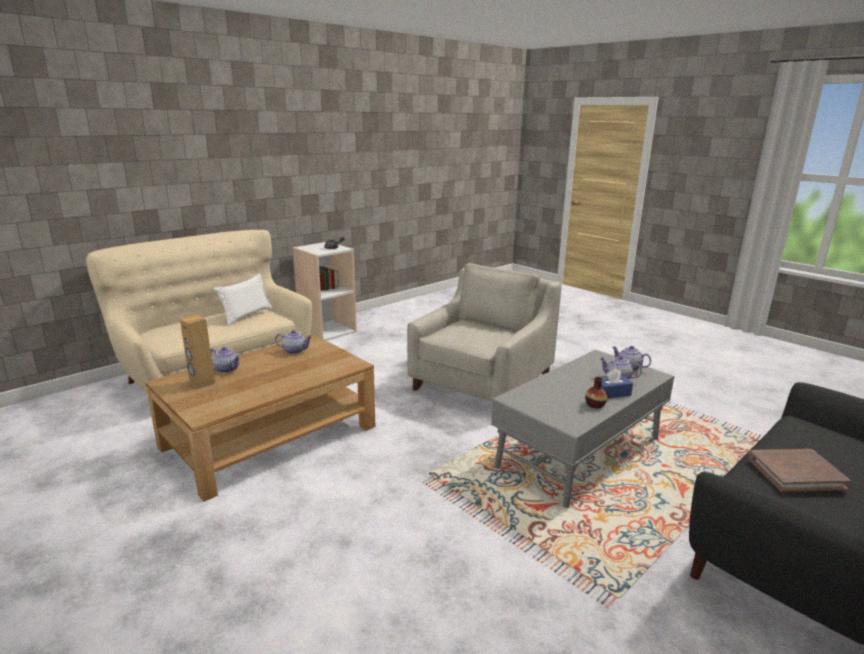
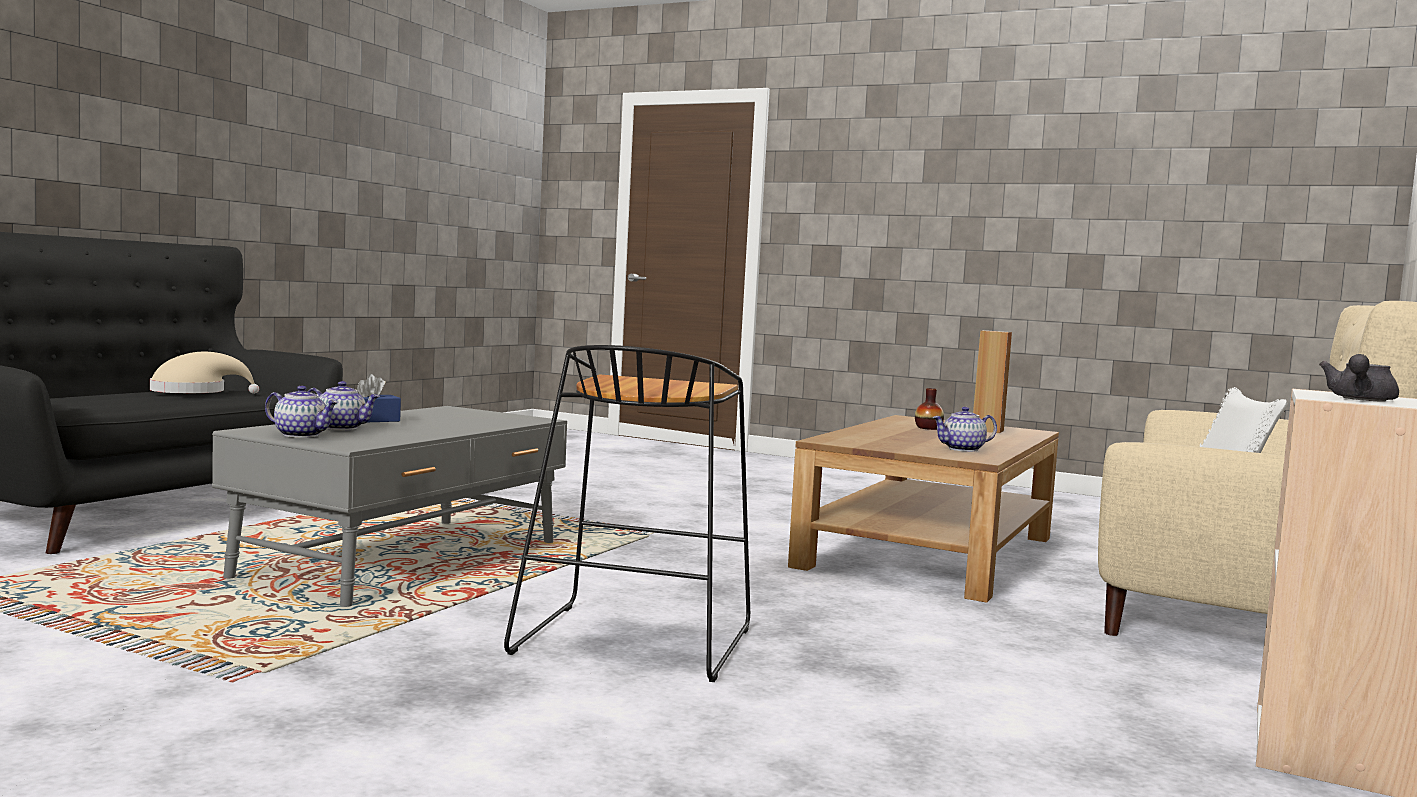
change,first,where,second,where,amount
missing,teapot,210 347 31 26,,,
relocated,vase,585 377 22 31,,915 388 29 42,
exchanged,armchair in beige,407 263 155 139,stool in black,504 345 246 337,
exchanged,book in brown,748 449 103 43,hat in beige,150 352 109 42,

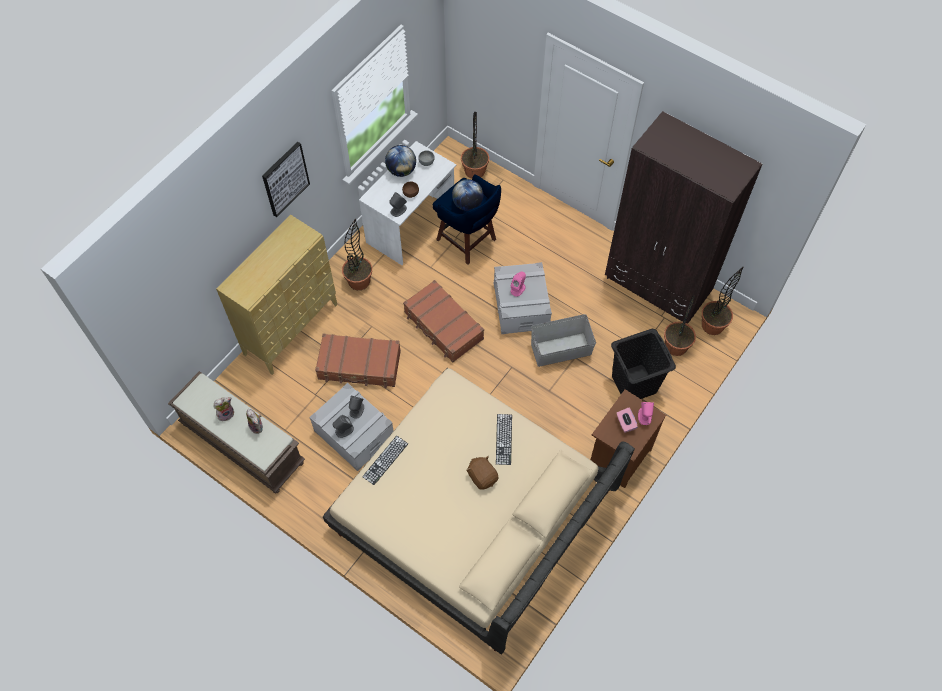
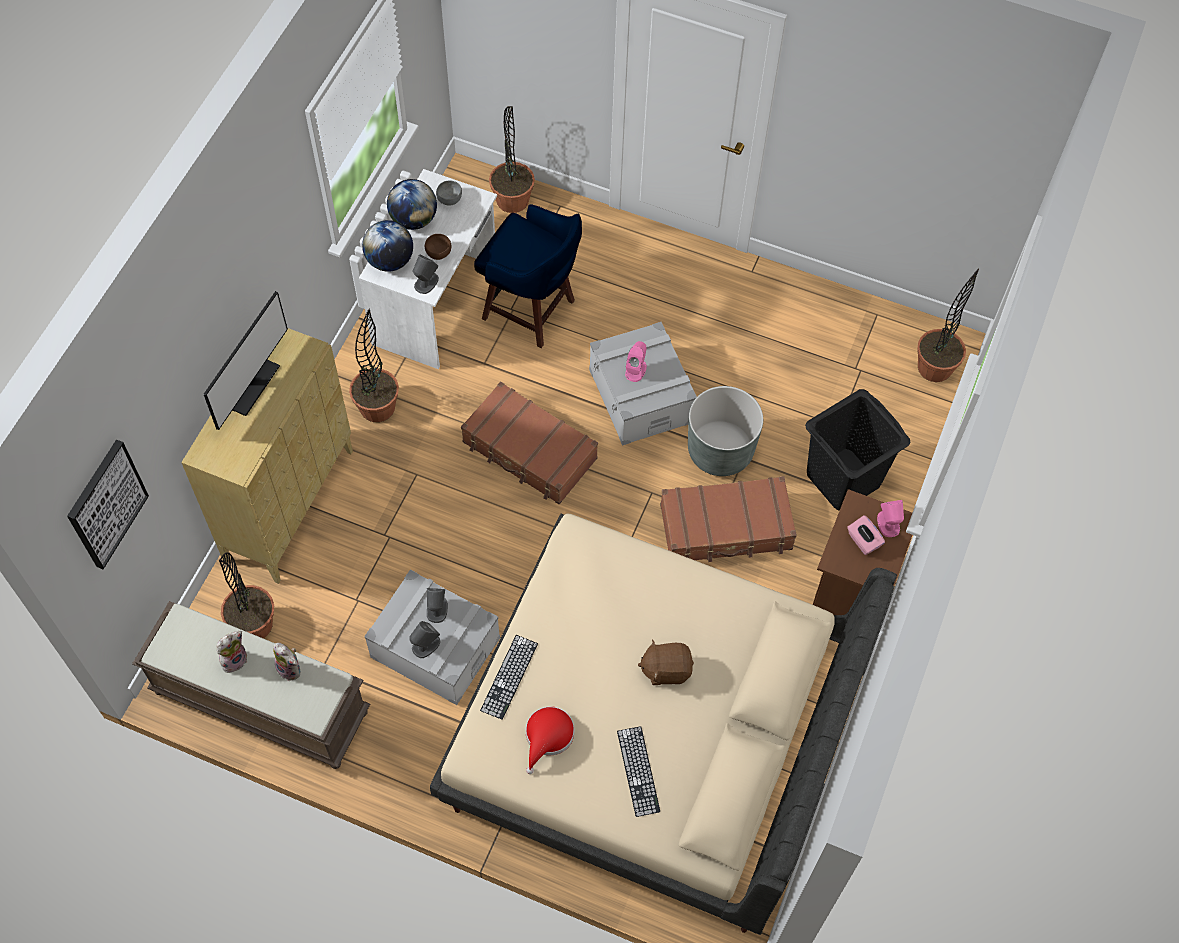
change,first,where,second,where,amount
missing,wardrobe in brown,605 111 157 213,,,
appeared,,,monitor,203 291 85 139,
appeared,,,hat in red,526 706 48 68,
relocated,picture,262 142 48 75,,67 439 82 130,
relocated,suitcase in brown,315 334 86 54,,660 476 137 86,
relocated,globe,452 179 31 32,,362 220 51 52,
relocated,keyboard,496 414 16 51,,617 726 43 91,
relocated,potted plant,664 295 32 61,,219 552 55 86,
exchanged,storage box in grey,531 314 65 53,planter in grey,688 386 75 90,
spun,plush toy in brown,466 456 33 34,,638 640 56 45,45 degrees counterclockwise

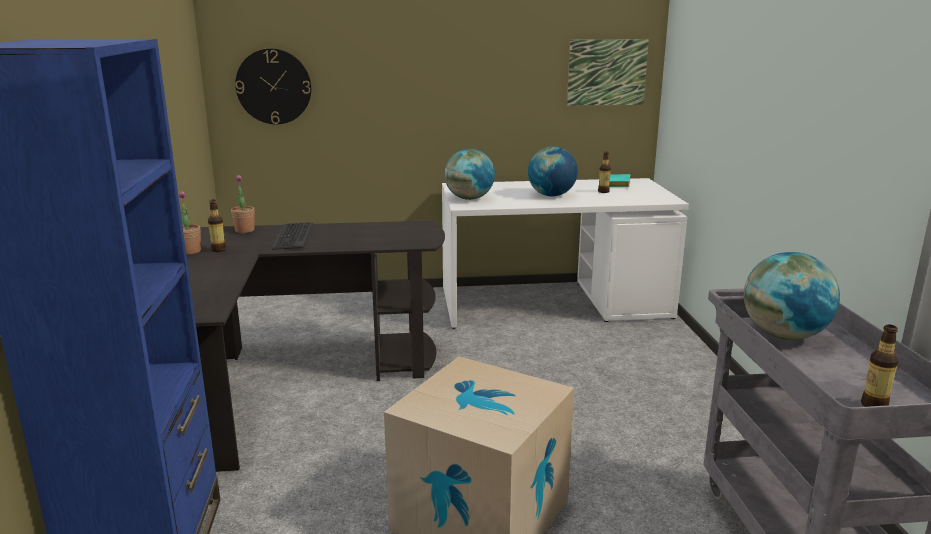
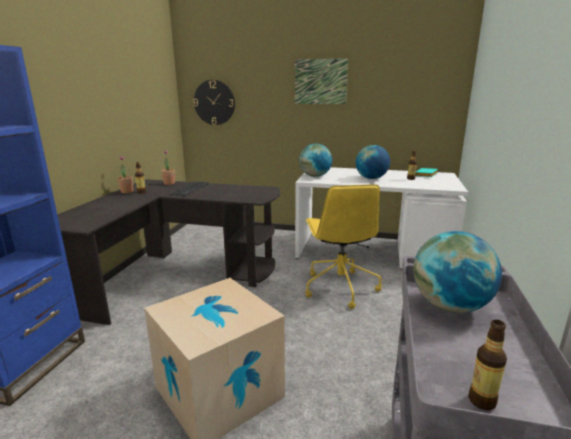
change,first,where,second,where,amount
appeared,,,office chair in yellow,305 185 77 124,
relocated,picture,567 39 82 67,,295 58 53 46,

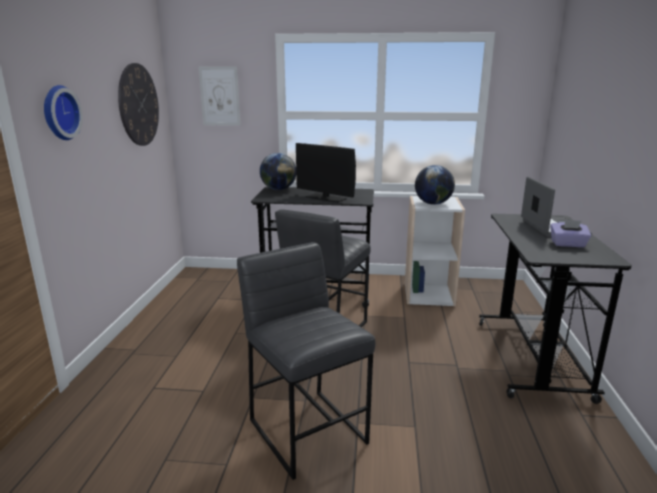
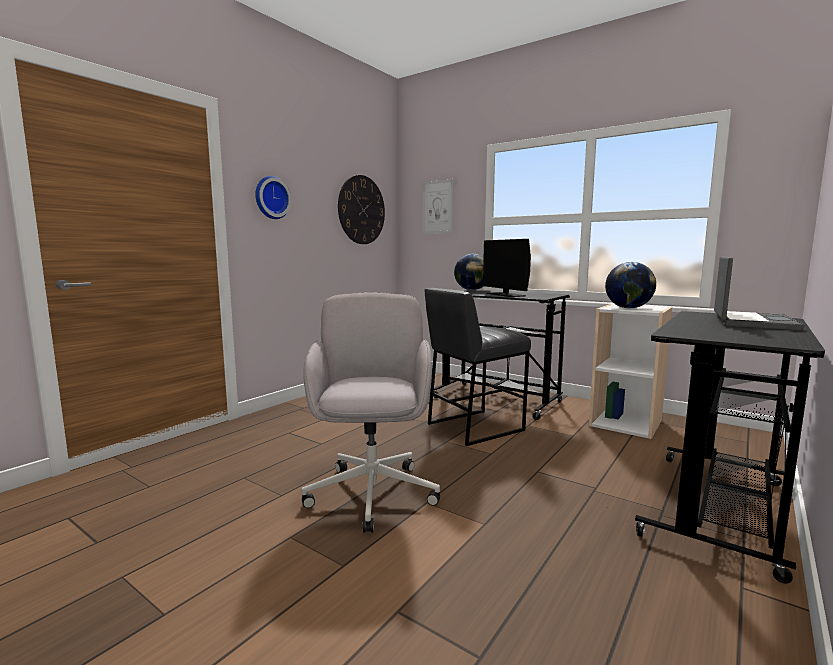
change,first,where,second,where,amount
missing,tissue box in purple,550 220 41 27,,,
exchanged,stool in grey,237 242 138 238,office chair in grey,301 292 139 241,

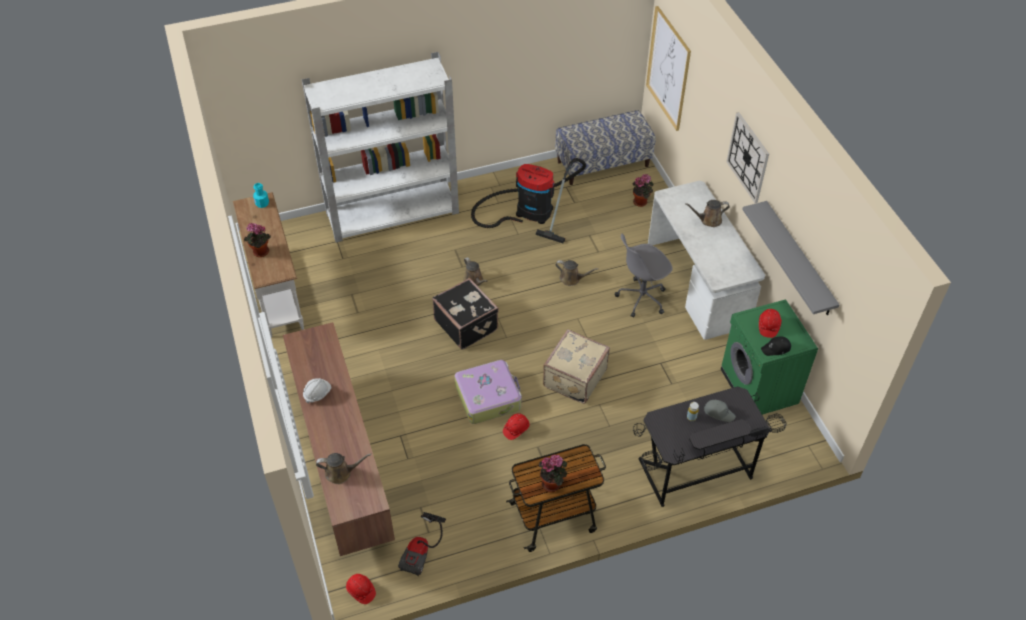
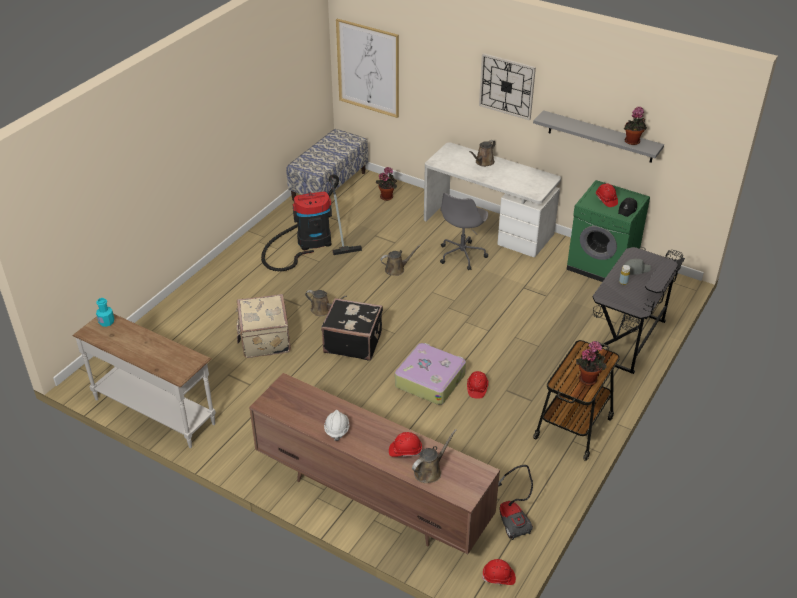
change,first,where,second,where,amount
missing,bookcase in white,302 52 157 191,,,
appeared,,,hard hat in red,389 432 33 25,
relocated,potted plant,244 223 27 34,,624 107 23 38,
relocated,suitcase in beige,543 329 67 75,,236 294 55 64,

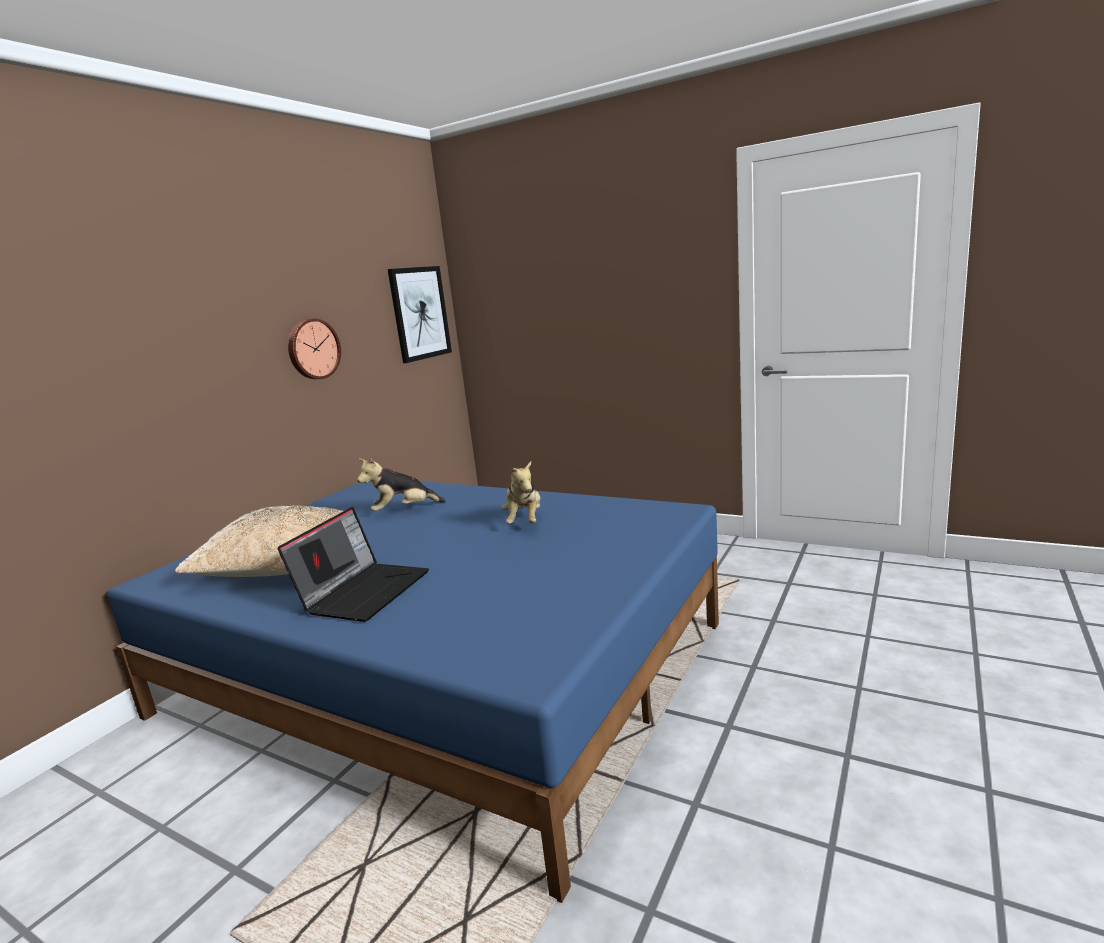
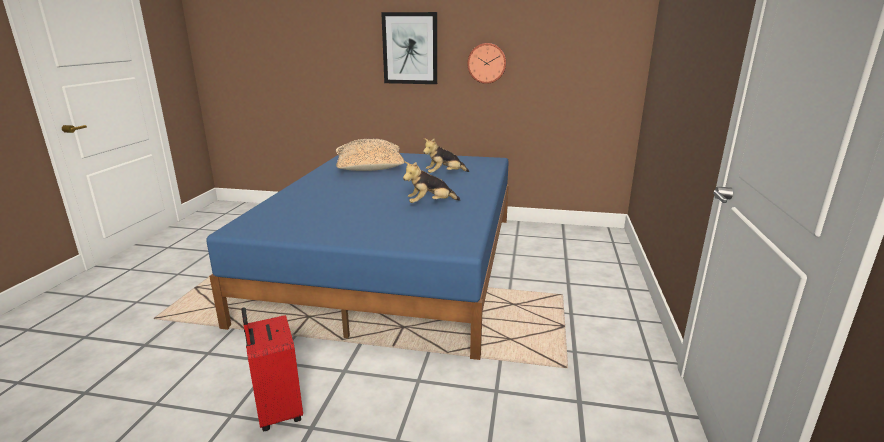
change,first,where,second,where,amount
missing,laptop,278 507 151 115,,,
appeared,,,suitcase in red,241 307 62 124,
relocated,picture,388 266 64 97,,381 12 56 72,
spun,plush toy,357 458 89 53,,423 138 46 35,75 degrees counterclockwise

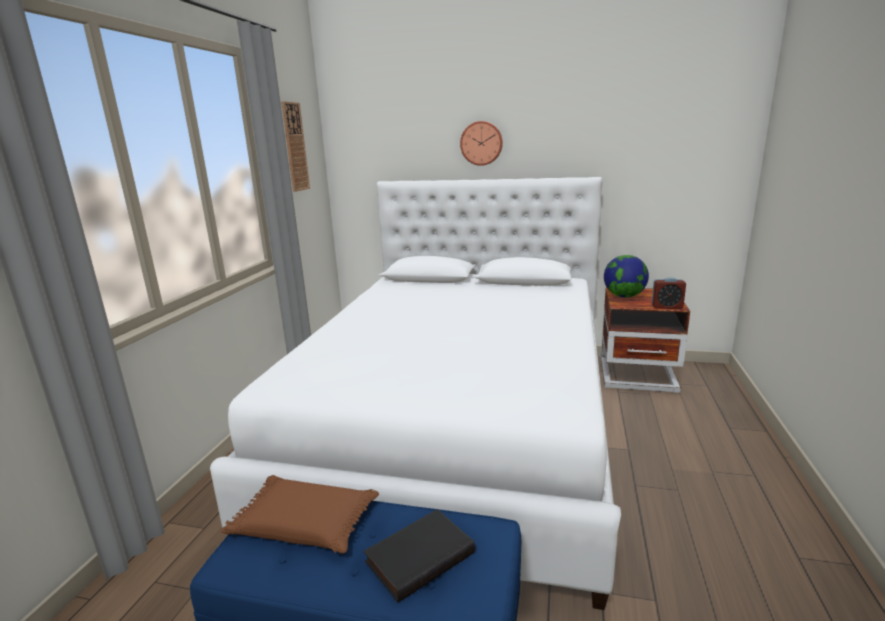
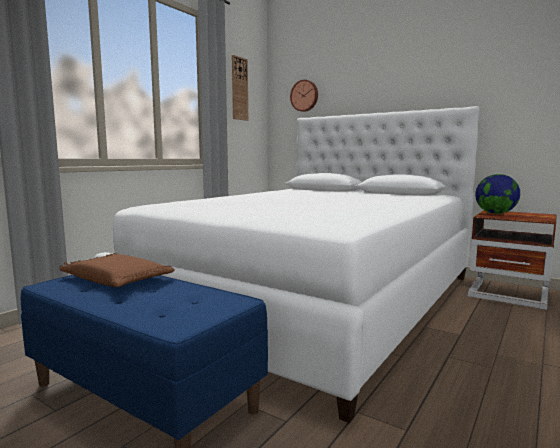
change,first,where,second,where,amount
missing,book in black,364 509 111 94,,,
missing,alarm clock,652 277 34 32,,,
relocated,wall clock,460 121 43 45,,290 80 28 32,

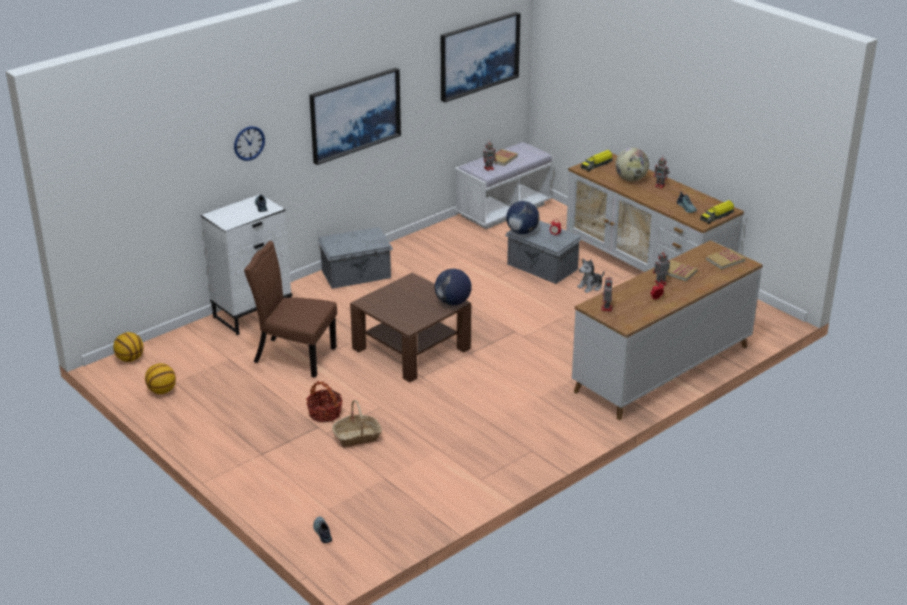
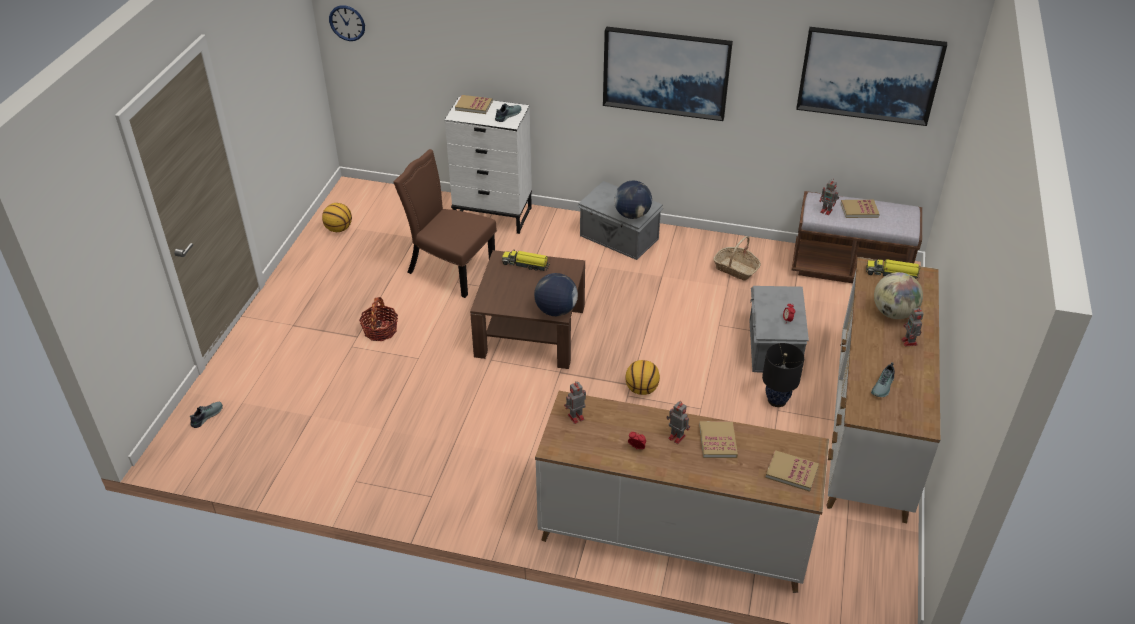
change,first,where,second,where,amount
appeared,,,book,455 95 37 19,
relocated,basketball,113 332 31 30,,625 360 35 35,
relocated,wall clock,234 126 31 35,,329 5 36 36,
relocated,basket,332 400 50 47,,713 236 48 45,
relocated,globe,506 201 34 33,,614 181 38 38,
relocated,toy truck,700 200 34 24,,502 250 48 21,
exchanged,plush toy,577 259 28 34,table lamp in black,762 343 43 64,
colour,bench in white,455 142 98 87,bench in brown,792 191 130 92,
spun,chair in brown,244 241 93 137,,393 149 104 149,45 degrees counterclockwise

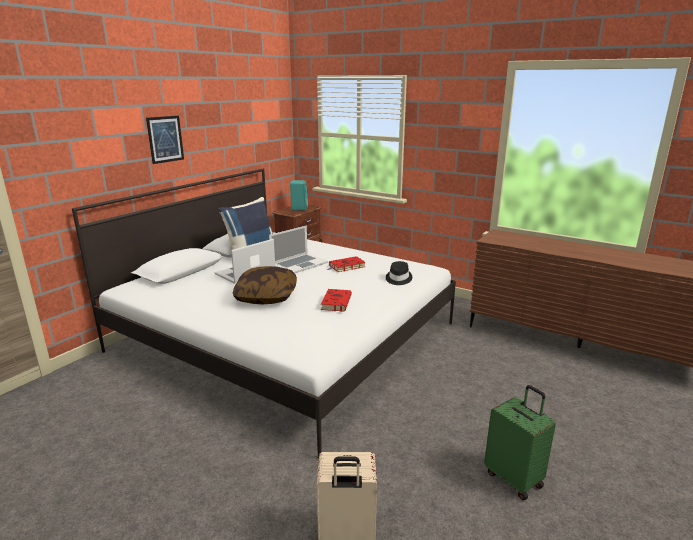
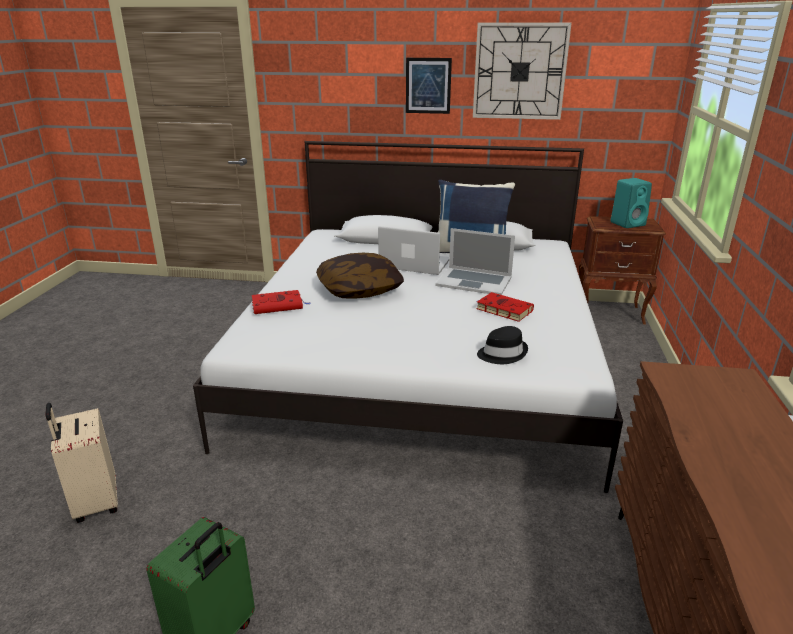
change,first,where,second,where,amount
appeared,,,wall clock,473 22 99 98,
relocated,book in red,321 289 31 23,,252 290 58 24,

